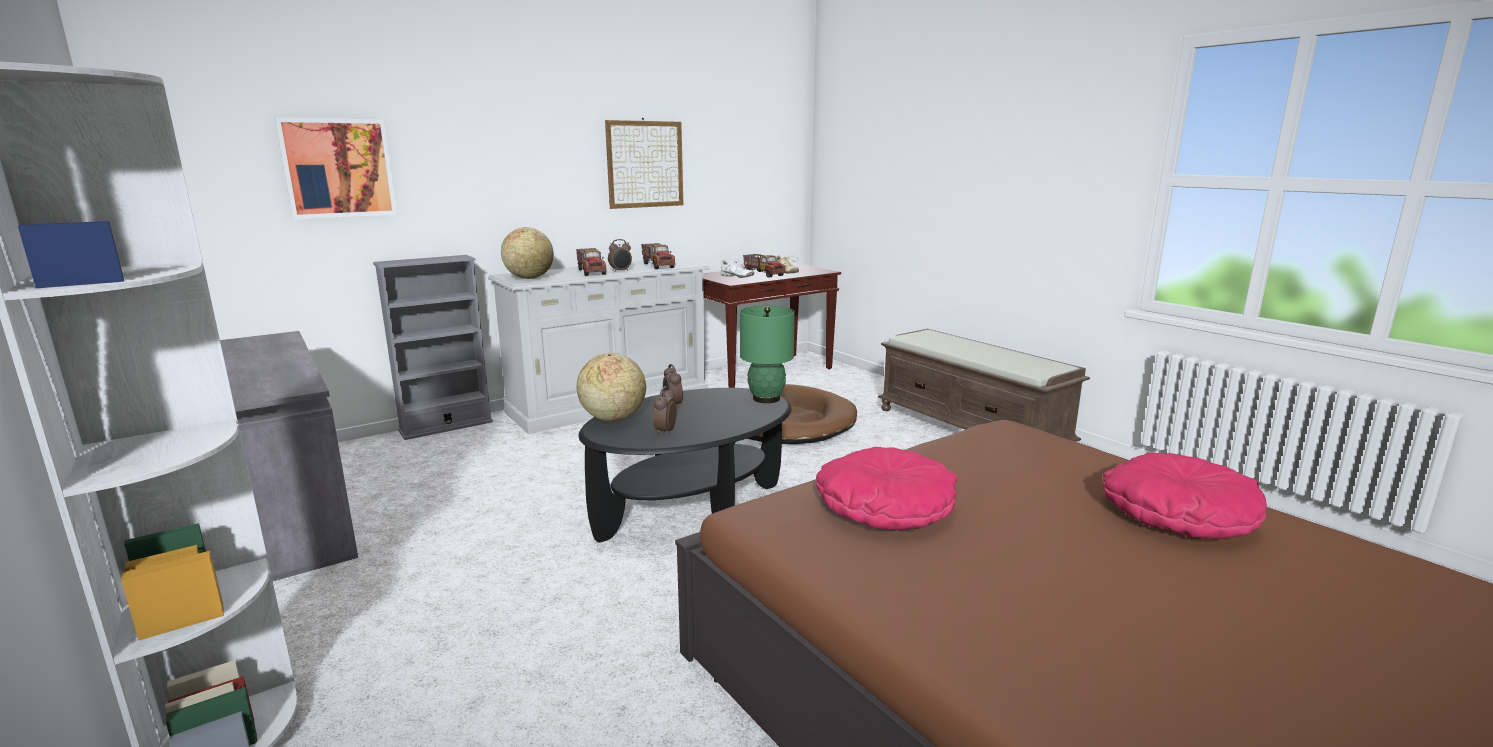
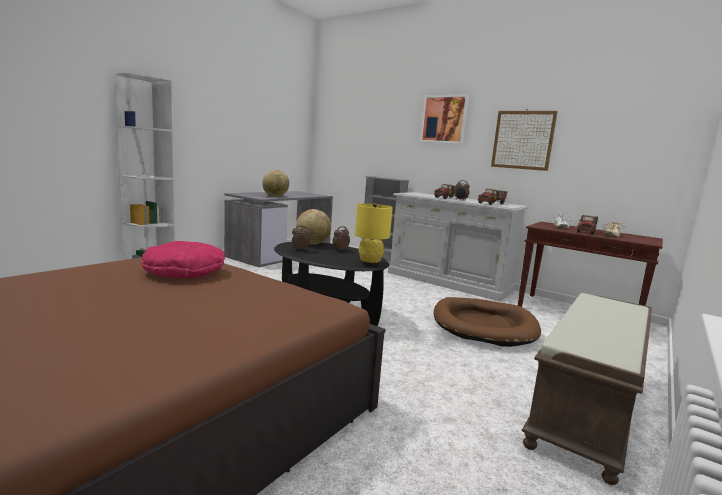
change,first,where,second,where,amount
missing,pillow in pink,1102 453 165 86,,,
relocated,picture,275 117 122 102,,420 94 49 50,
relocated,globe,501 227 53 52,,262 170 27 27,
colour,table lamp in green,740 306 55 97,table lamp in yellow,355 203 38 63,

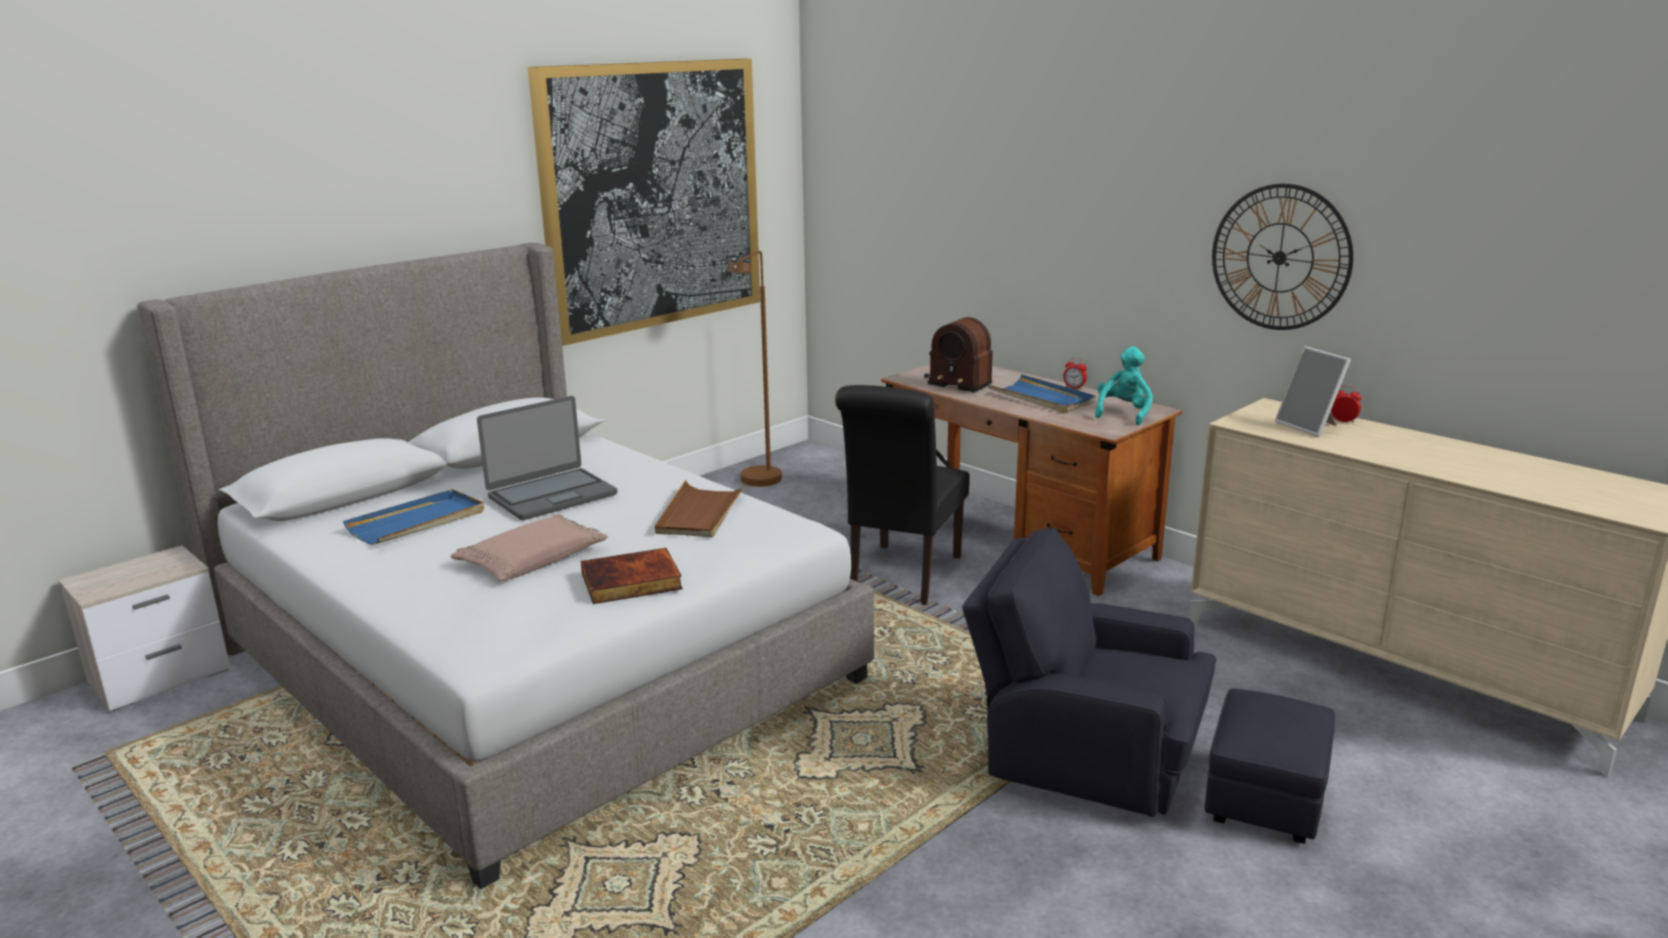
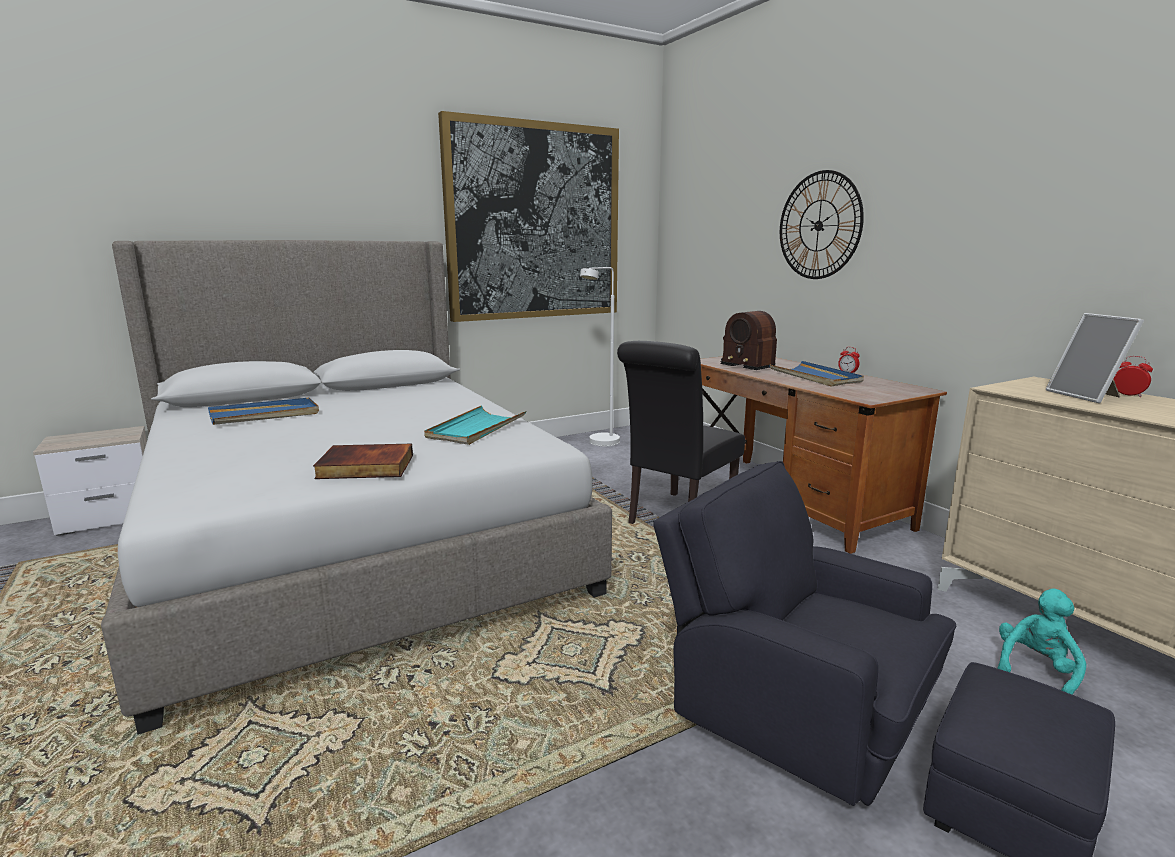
change,first,where,second,where,amount
missing,pillow in beige,451 514 157 67,,,
missing,laptop,477 396 141 124,,,
relocated,plush toy in turquoise,1095 346 58 79,,997 589 89 106,
relocated,wall clock,1212 184 141 146,,780 170 84 109,
colour,tray in brown,655 480 91 57,tray in turquoise,424 405 102 40,
colour,floor lamp in brown,727 251 55 236,floor lamp in white,580 267 40 179,

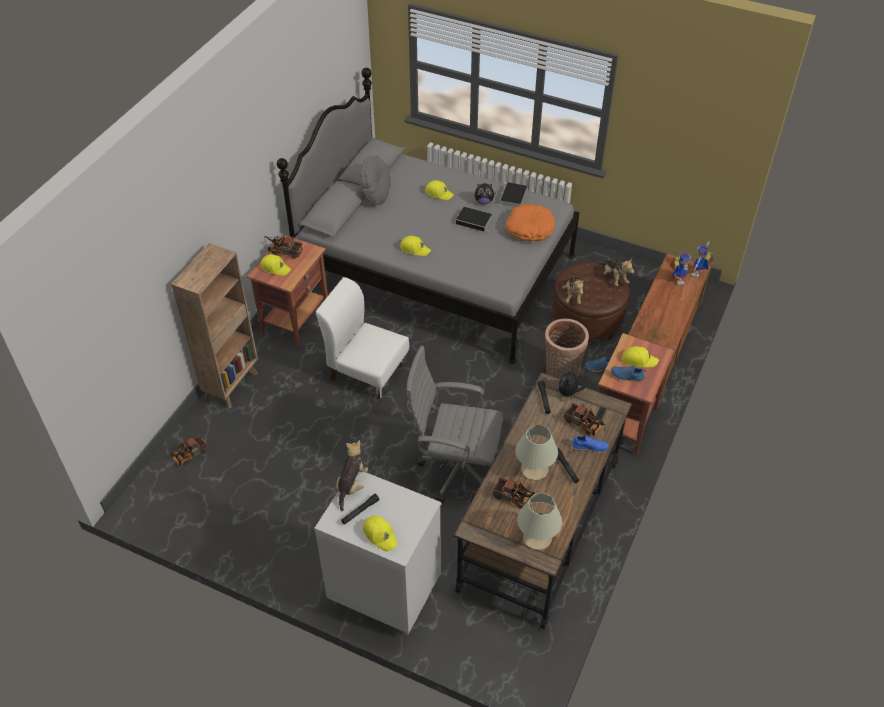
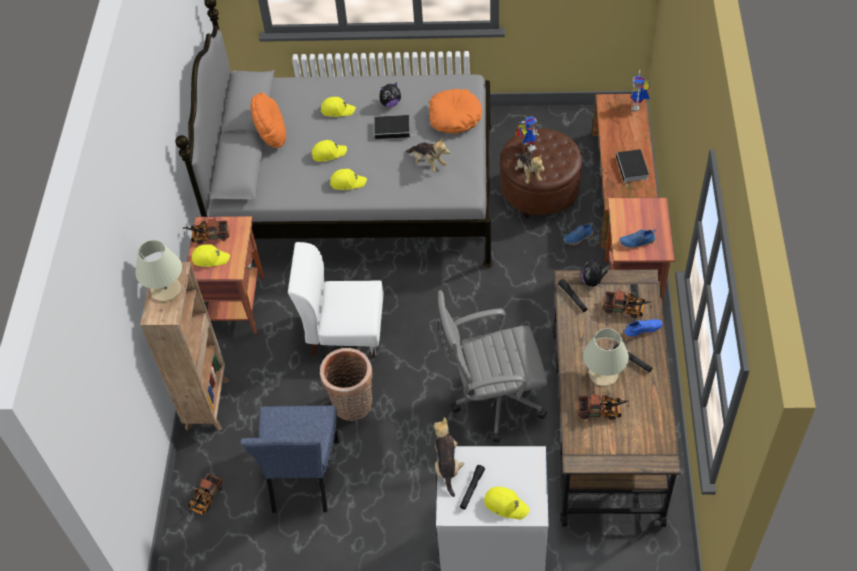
change,first,where,second,where,amount
appeared,,,chair in blue,240 406 99 107,
relocated,book,499 182 28 27,,616 149 33 37,
relocated,table lamp in beige,517 493 45 57,,135 240 47 62,
relocated,basket,544 318 45 61,,320 348 53 73,
relocated,plush toy,600 259 34 27,,406 138 44 34,
relocated,cap in yellow,622 346 37 21,,312 140 35 22,
relocated,toy robot,669 253 22 32,,516 116 23 36,
colour,pillow in grey,360 156 31 49,pillow in orange,251 92 35 56,

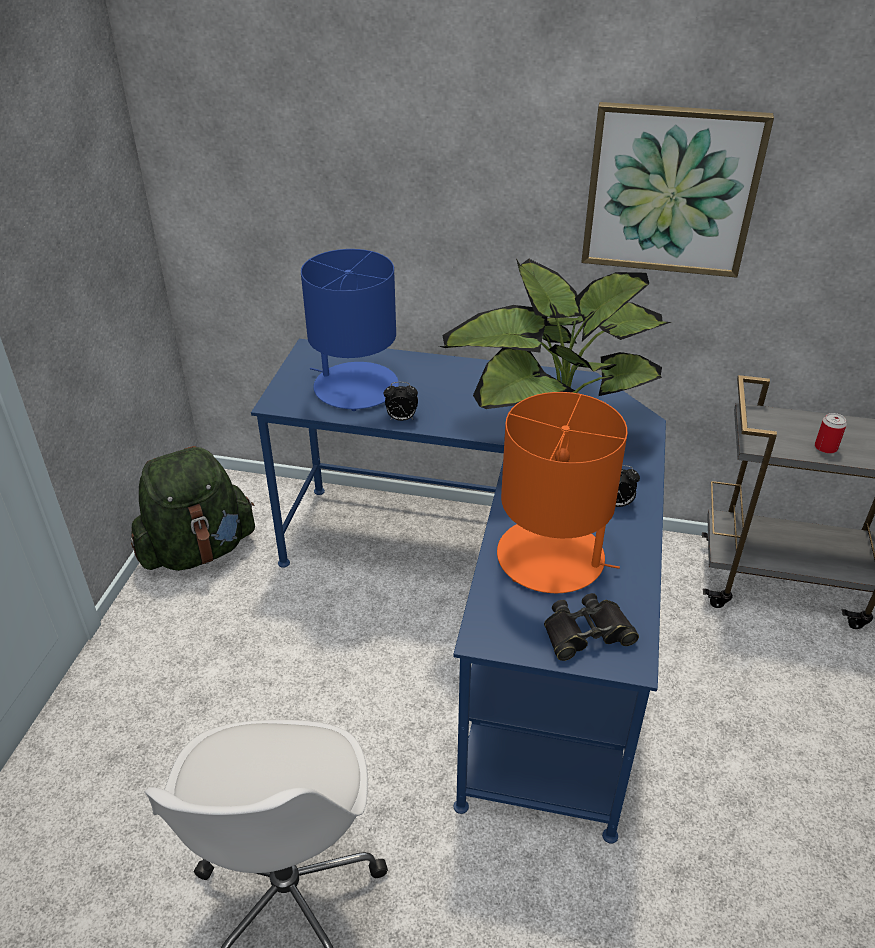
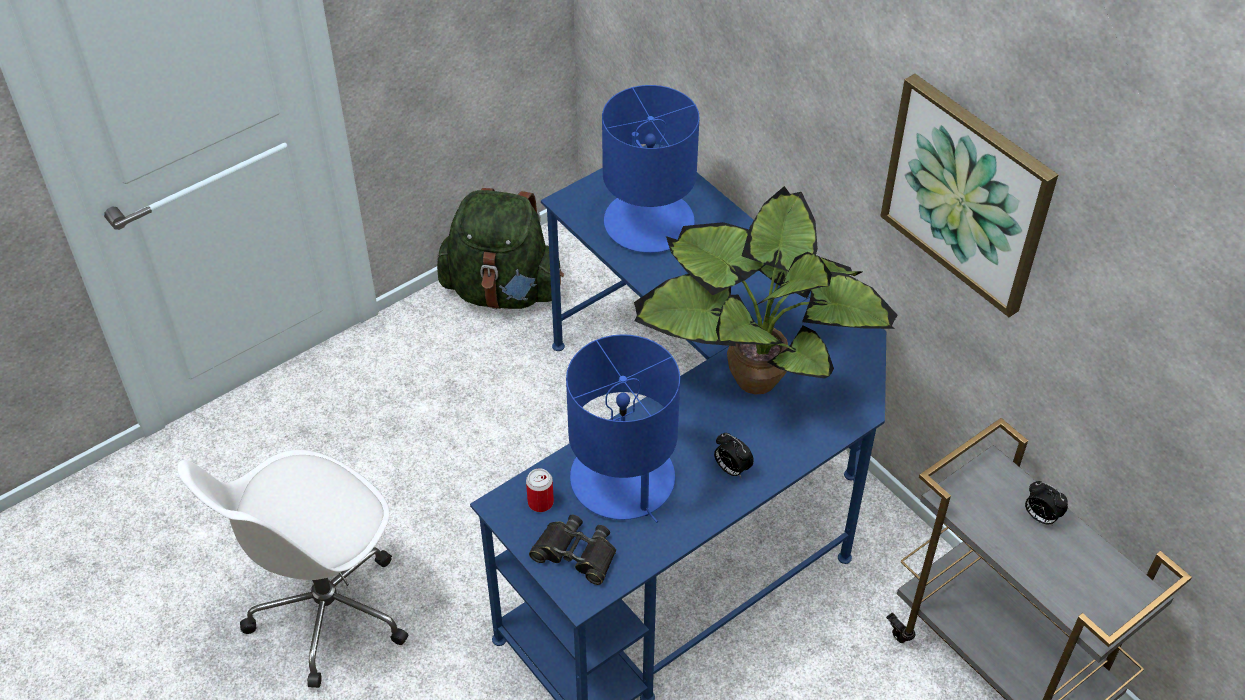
change,first,where,second,where,amount
relocated,alarm clock,384 382 34 39,,1025 481 43 45,
relocated,can,815 413 32 41,,526 468 28 44,
colour,table lamp in orange,497 392 131 201,table lamp in blue,566 334 114 189,

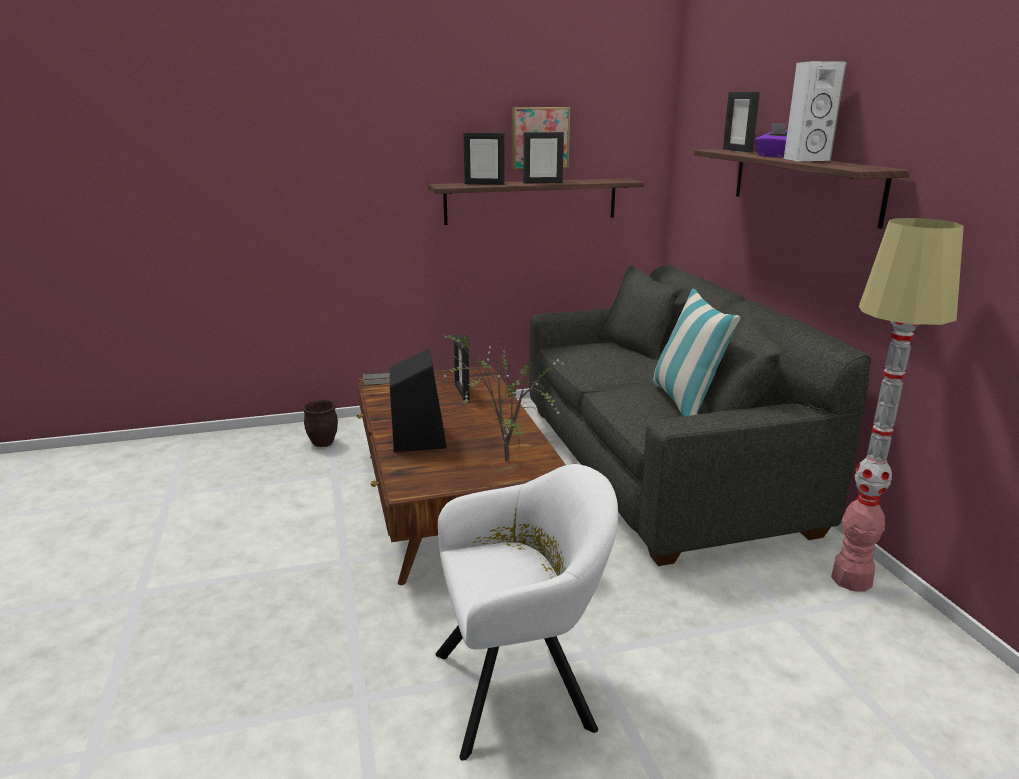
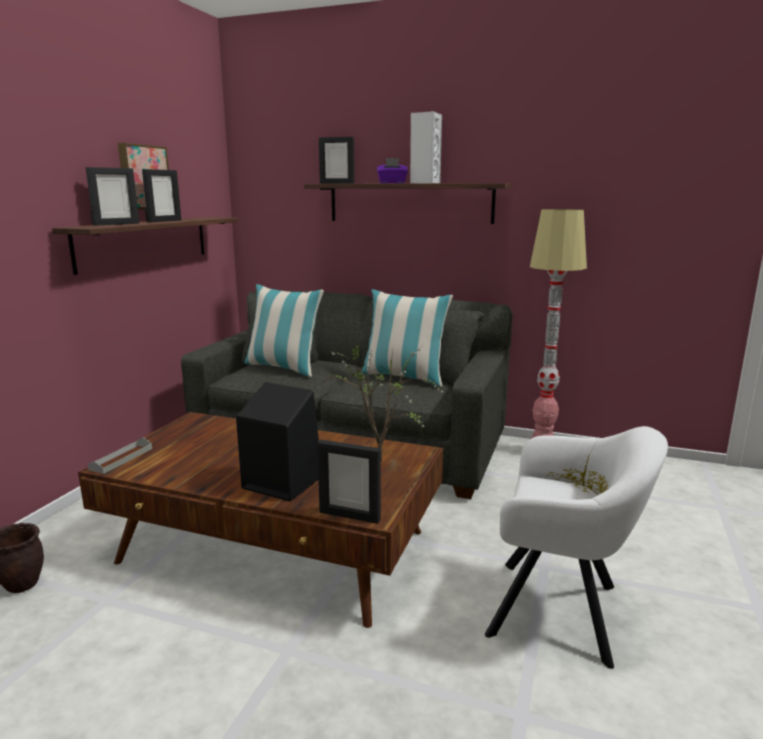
change,first,where,second,where,amount
appeared,,,pillow,244 284 80 93,
relocated,picture frame,453 335 17 66,,317 440 64 84,
spun,armchair in white,436 464 182 297,,485 426 183 243,90 degrees clockwise

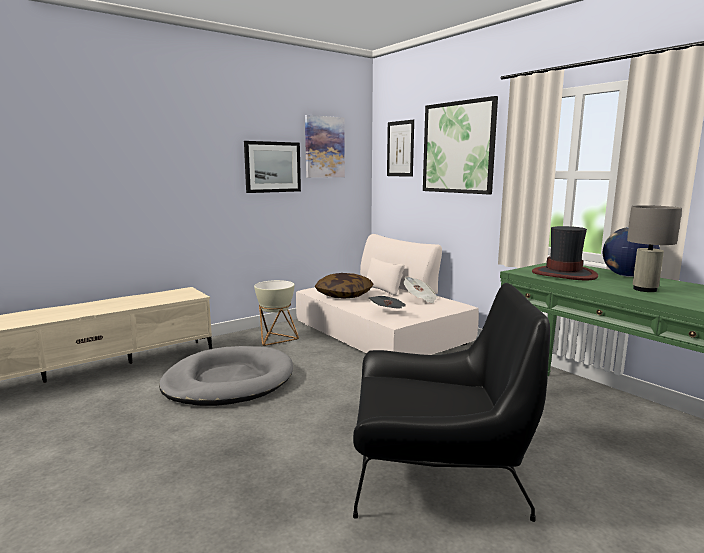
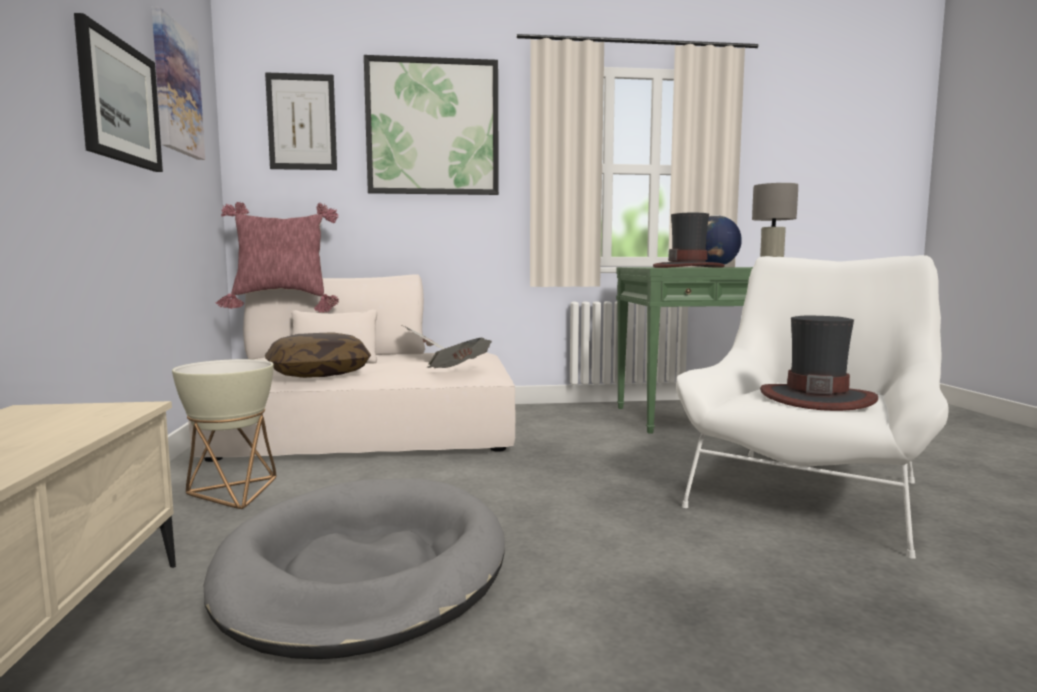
change,first,where,second,where,amount
appeared,,,pillow in red,216 202 123 110,
appeared,,,hat,760 316 118 95,
colour,armchair in black,353 283 197 239,armchair in white,676 255 273 304,

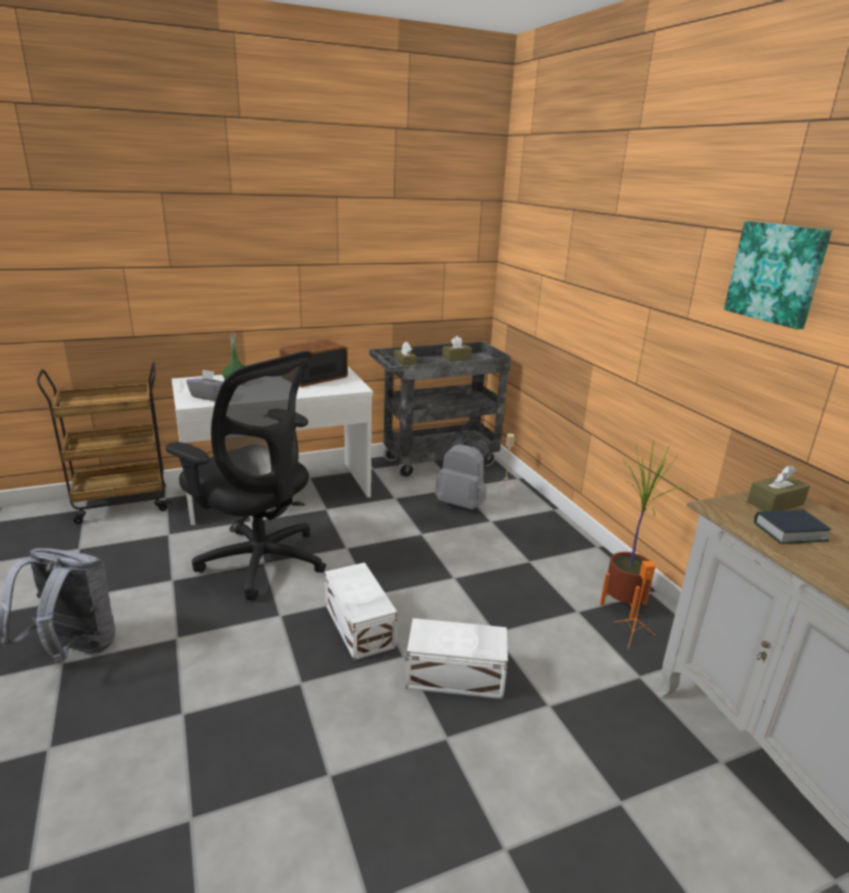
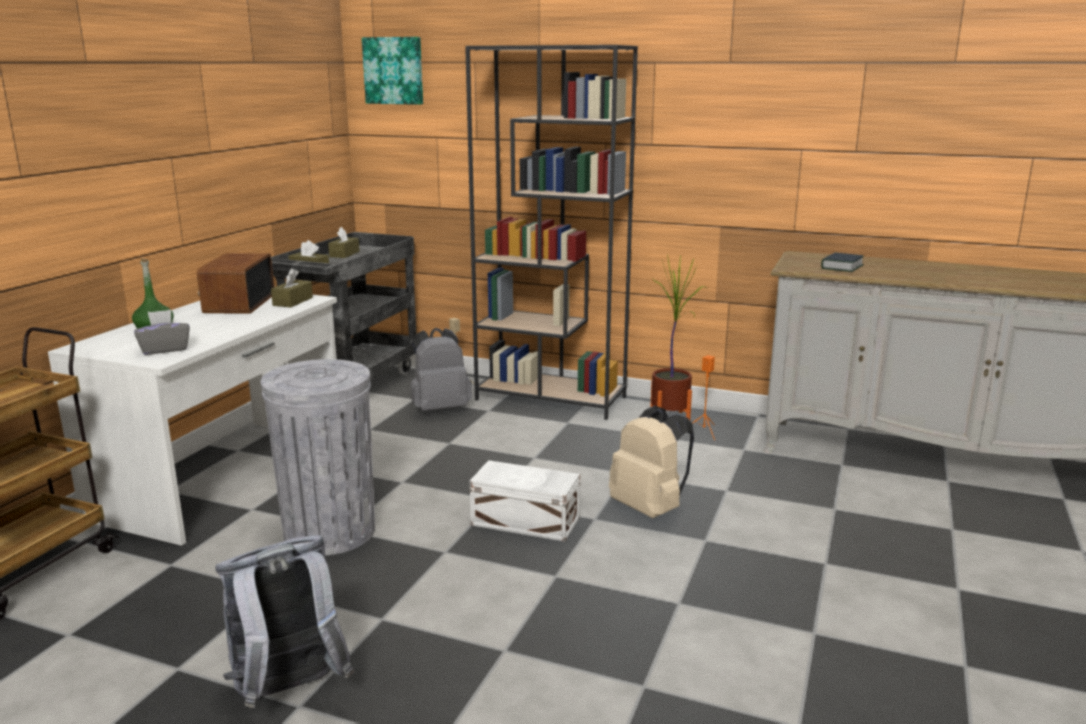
change,first,where,second,where,amount
appeared,,,bookcase,465 45 173 375,
relocated,picture,724 221 108 108,,362 37 61 68,
relocated,tissue box in brown,747 465 63 46,,271 268 42 39,
exchanged,office chair in black,165 351 161 250,trash can in grey,261 359 114 197,
exchanged,storage box in white,406 618 102 81,backpack in beige,609 406 85 112,

